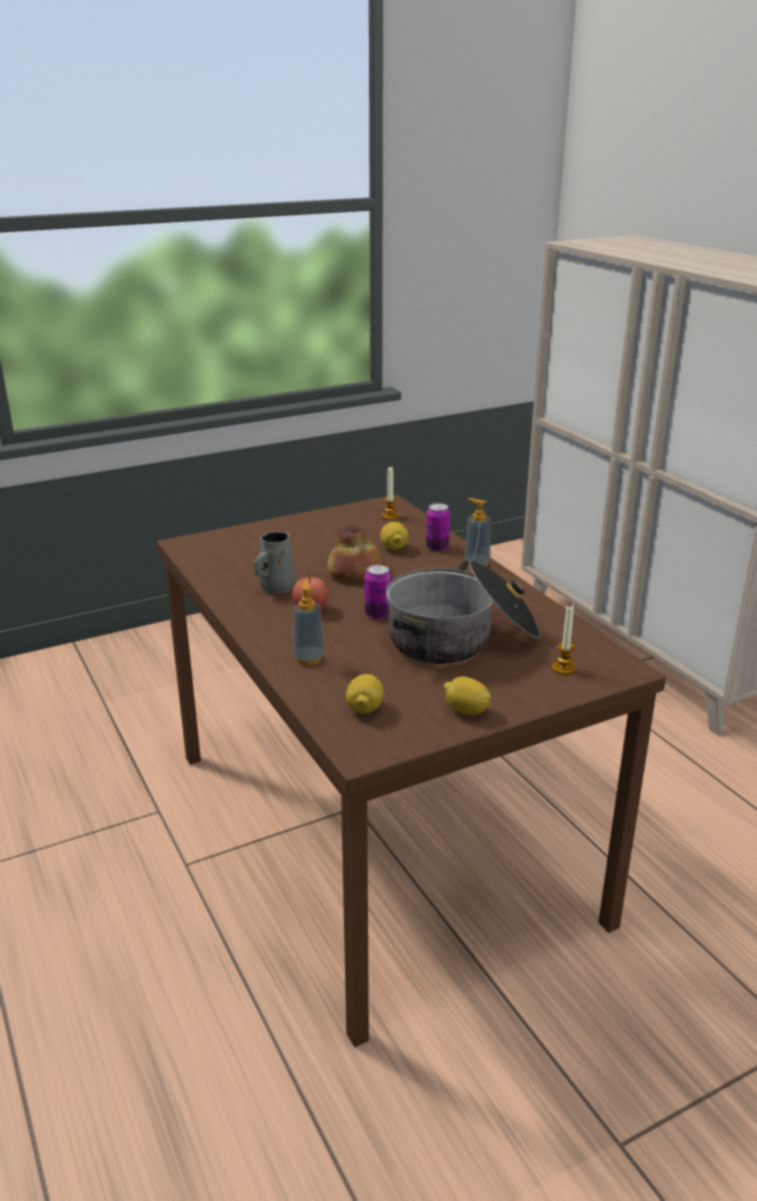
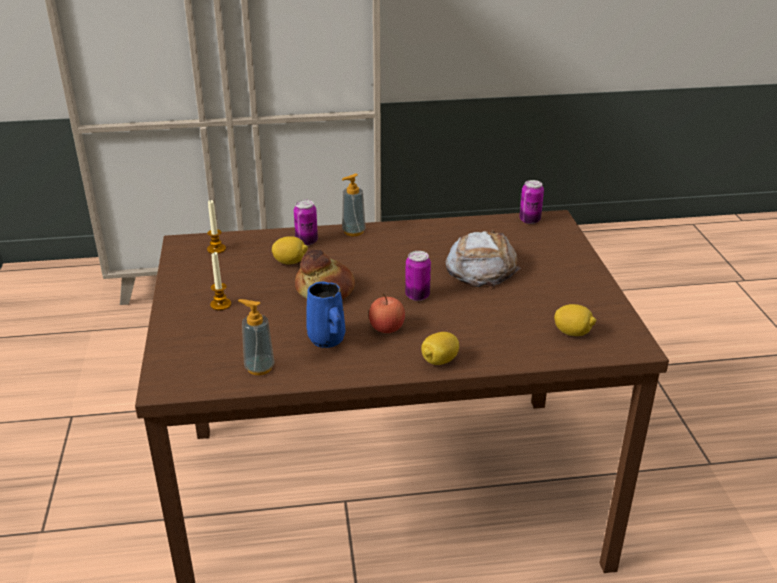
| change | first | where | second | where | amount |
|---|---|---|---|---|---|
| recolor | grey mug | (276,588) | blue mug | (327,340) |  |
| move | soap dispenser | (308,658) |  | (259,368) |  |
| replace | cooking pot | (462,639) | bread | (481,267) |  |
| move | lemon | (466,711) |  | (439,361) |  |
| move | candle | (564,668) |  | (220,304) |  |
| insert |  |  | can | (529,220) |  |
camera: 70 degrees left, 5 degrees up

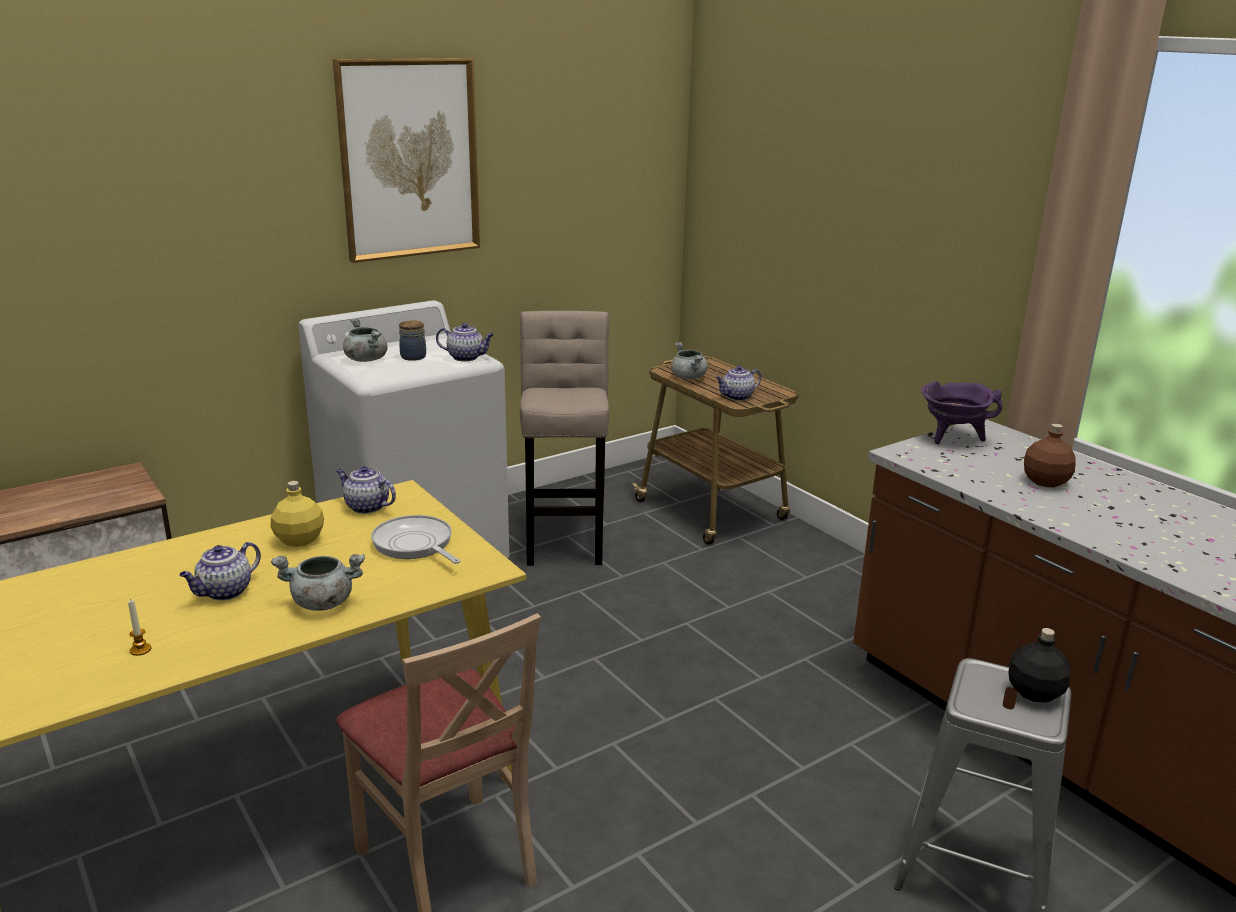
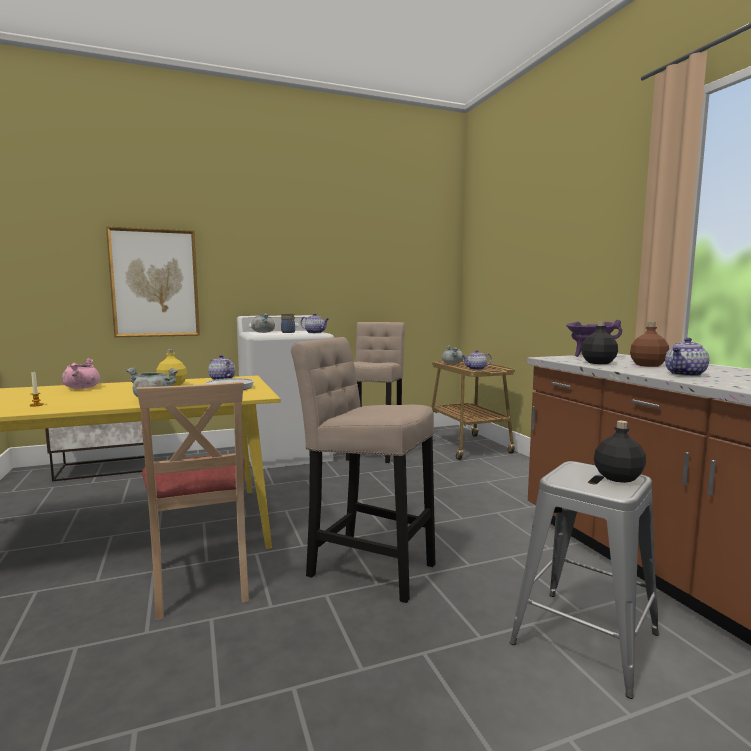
| change | first | where | second | where | amount |
|---|---|---|---|---|---|
| move | teapot | (224,592) |  | (685,374) |  |
| move | picture | (409,159) |  | (155,283) |  |
| insert |  |  | pink cooking pot | (82,388) |  |
| insert |  |  | beige stool | (366,567) |  |
| insert |  |  | black bottle | (598,363) |  |
camera: 15 degrees right, 15 degrees down

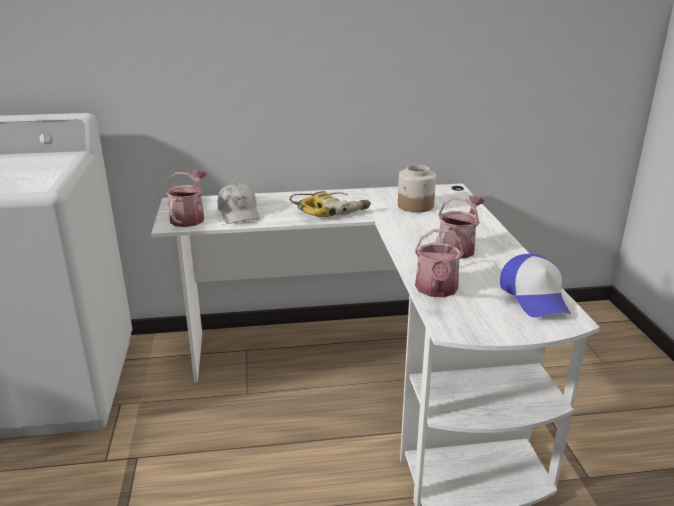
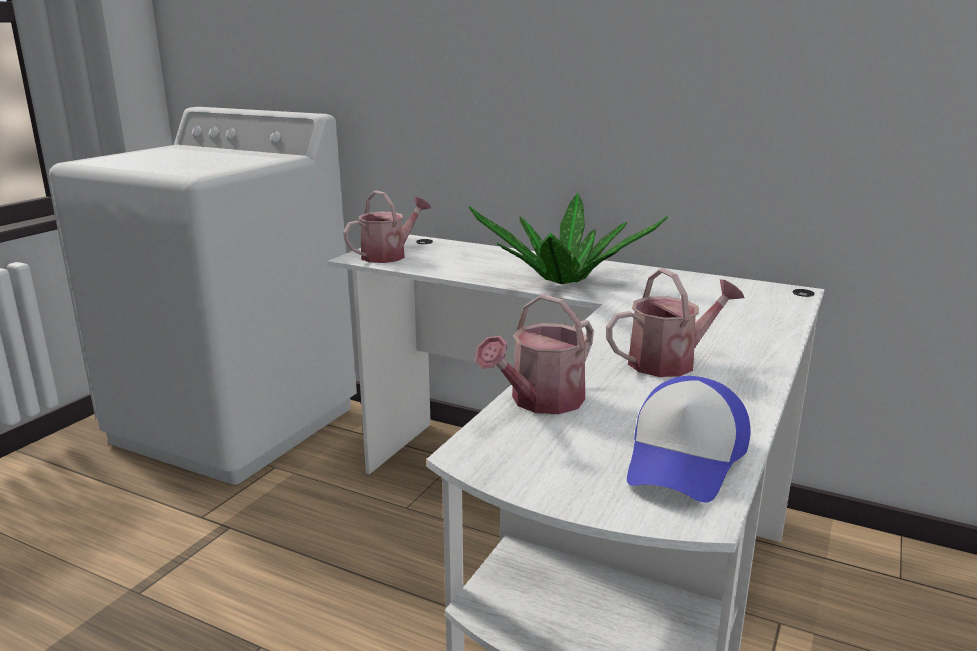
| change | first | where | second | where | amount |
|---|---|---|---|---|---|
| delete | white cap | (239,213) |  |  |  |
| replace | power drill | (330,210) | potted plant | (563,280) |  |
| delete | jar | (415,206) |  |  |  |
camera: 35 degrees right, 5 degrees down

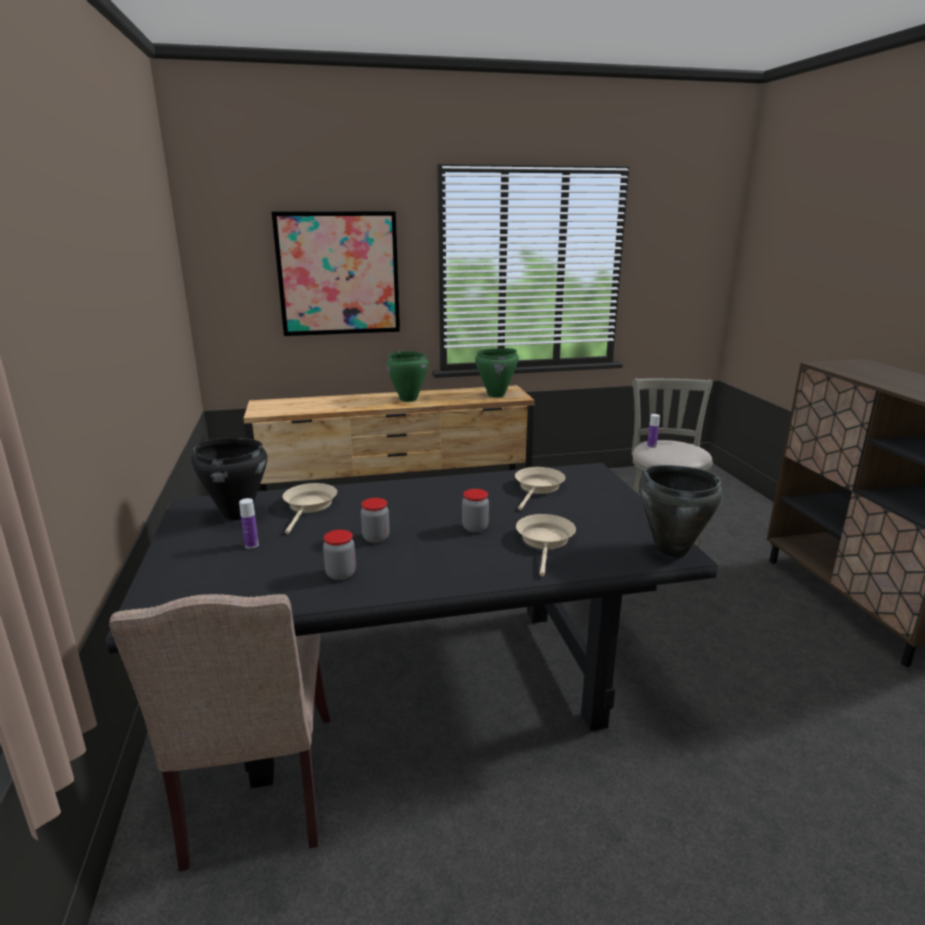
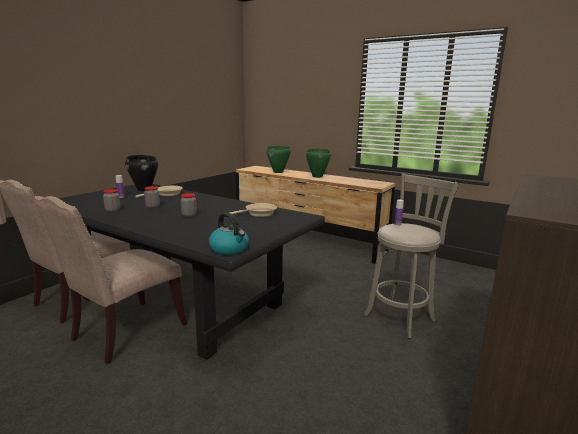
| change | first | where | second | where | amount |
|---|---|---|---|---|---|
| delete | picture | (338,274) |  |  |  |
| move | green cooking pot | (496,395) |  | (278,172) |  |
| delete | beige frying pan | (545,541) |  |  |  |
| replace | black cooking pot | (671,550) | kettle | (229,249) |  |
| insert |  |  | beige chair | (124,333) |  |
camera: 45 degrees right, 5 degrees down

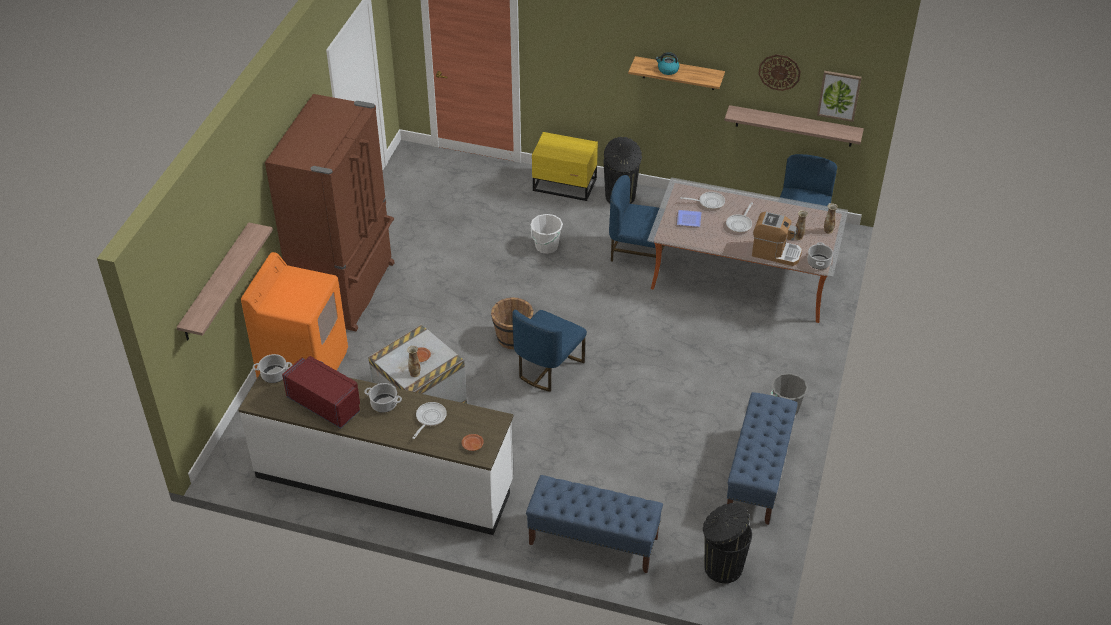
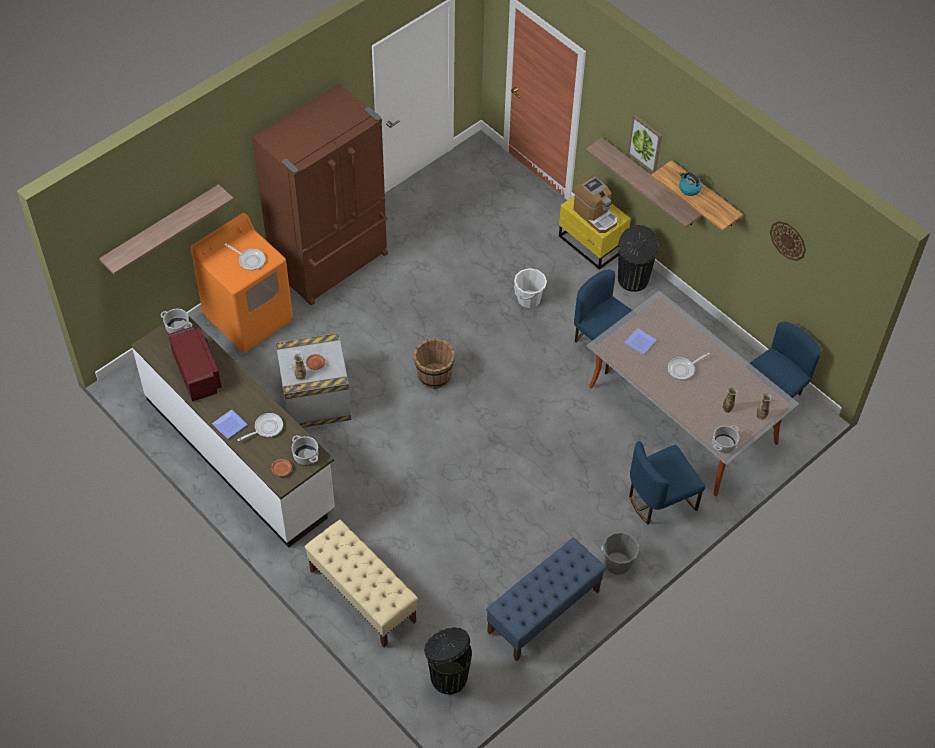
| change | first | where | second | where | amount |
|---|---|---|---|---|---|
| move | cooking pot | (384,404) |  | (306,456) |  |
| move | blue chair | (548,368) |  | (660,500) |  |
| recolor | blue bench | (593,541) | beige bench | (362,596) |  |
| move | frying pan | (709,202) |  | (250,260) |  |
| move | shelf | (794,126) |  | (649,183) |  |
| move | coffee machine | (775,253) |  | (595,215) |  |
| move | picture | (839,95) |  | (645,143) |  |
| insert |  |  | plate | (231,425) |  |
camera: 30 degrees right, 10 degrees up

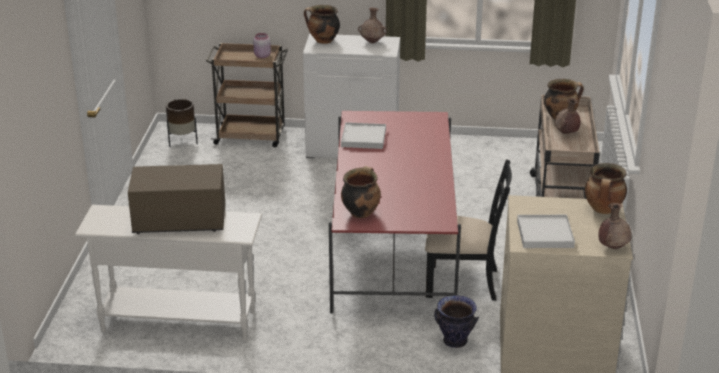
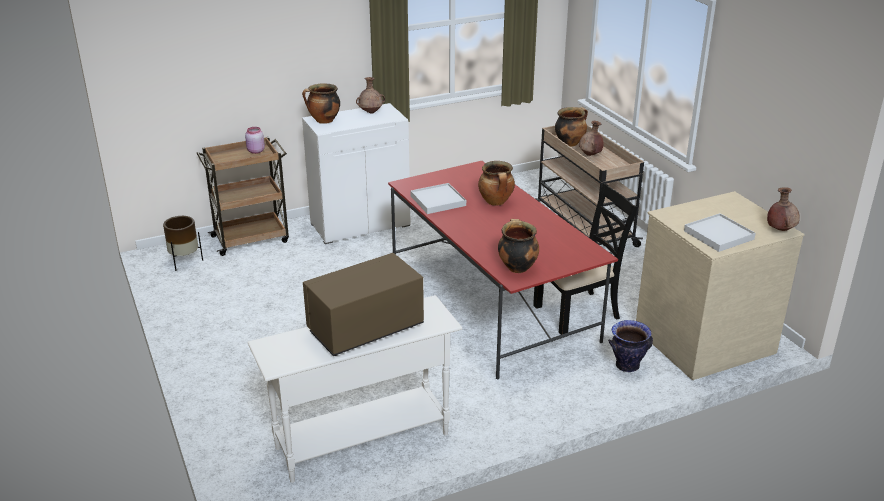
| change | first | where | second | where | amount |
|---|---|---|---|---|---|
| move | cooking pot | (603,210) |  | (496,202) |  |
camera: 30 degrees left, 0 degrees up

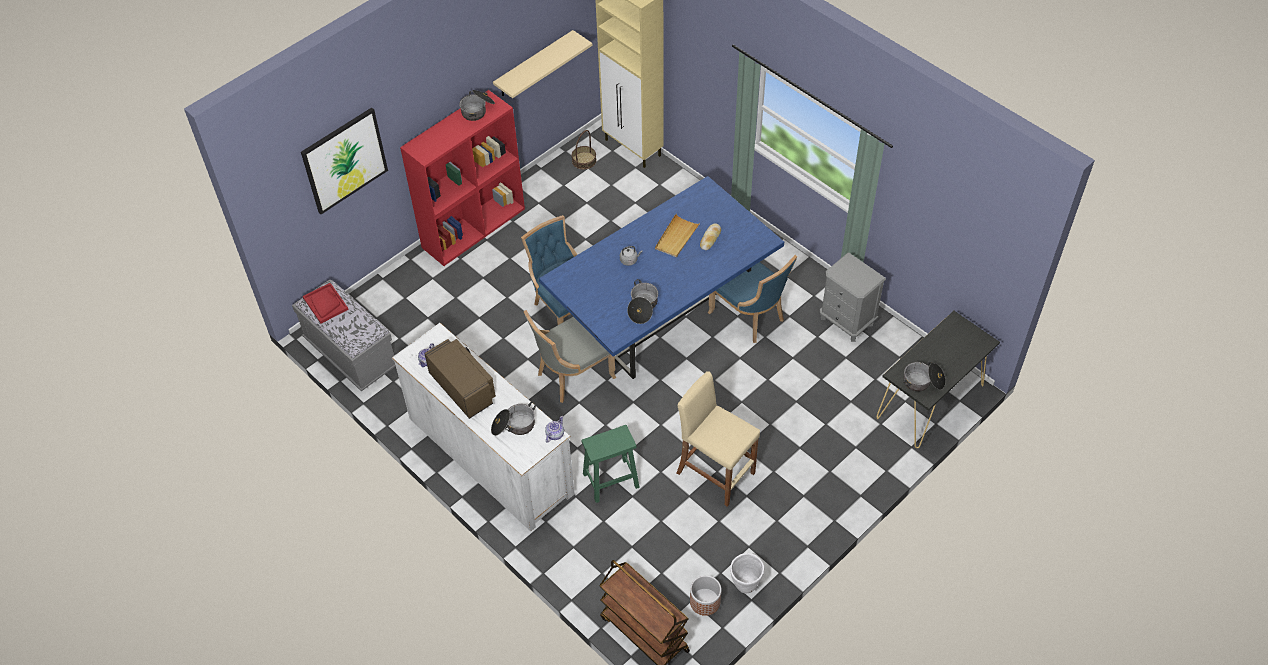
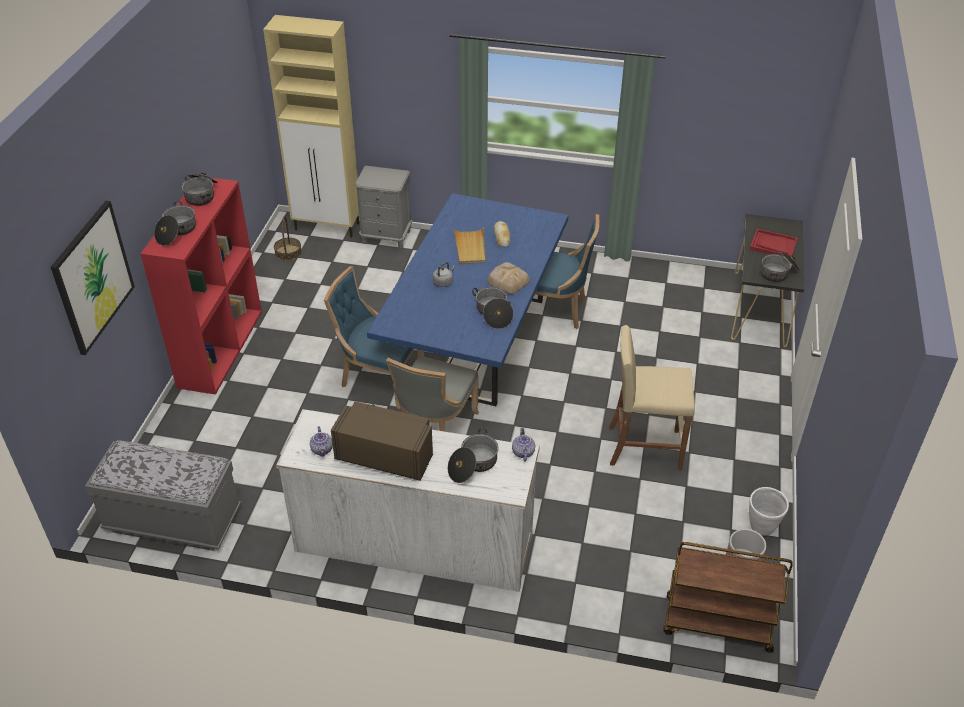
| change | first | where | second | where | amount |
|---|---|---|---|---|---|
| move | red tray | (325,304) |  | (773,245) |  |
| delete | beige shelf | (534,64) |  |  |  |
| delete | green stool | (612,480) |  |  |  |
| move | grey nightstand | (847,321) |  | (386,237) |  |
| insert |  |  | cooking pot | (176,232) |  |
| insert |  |  | bread | (508,280) |  |
camera: 35 degrees left, 10 degrees down

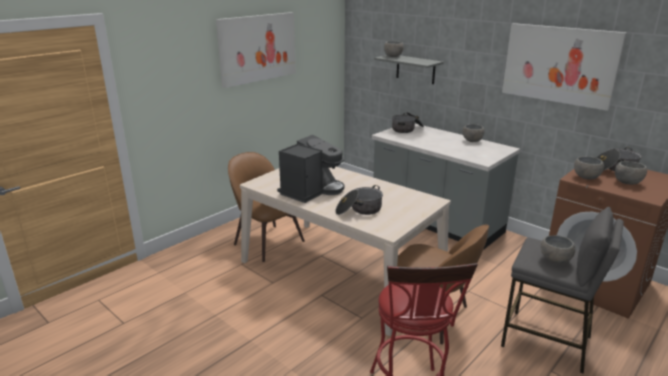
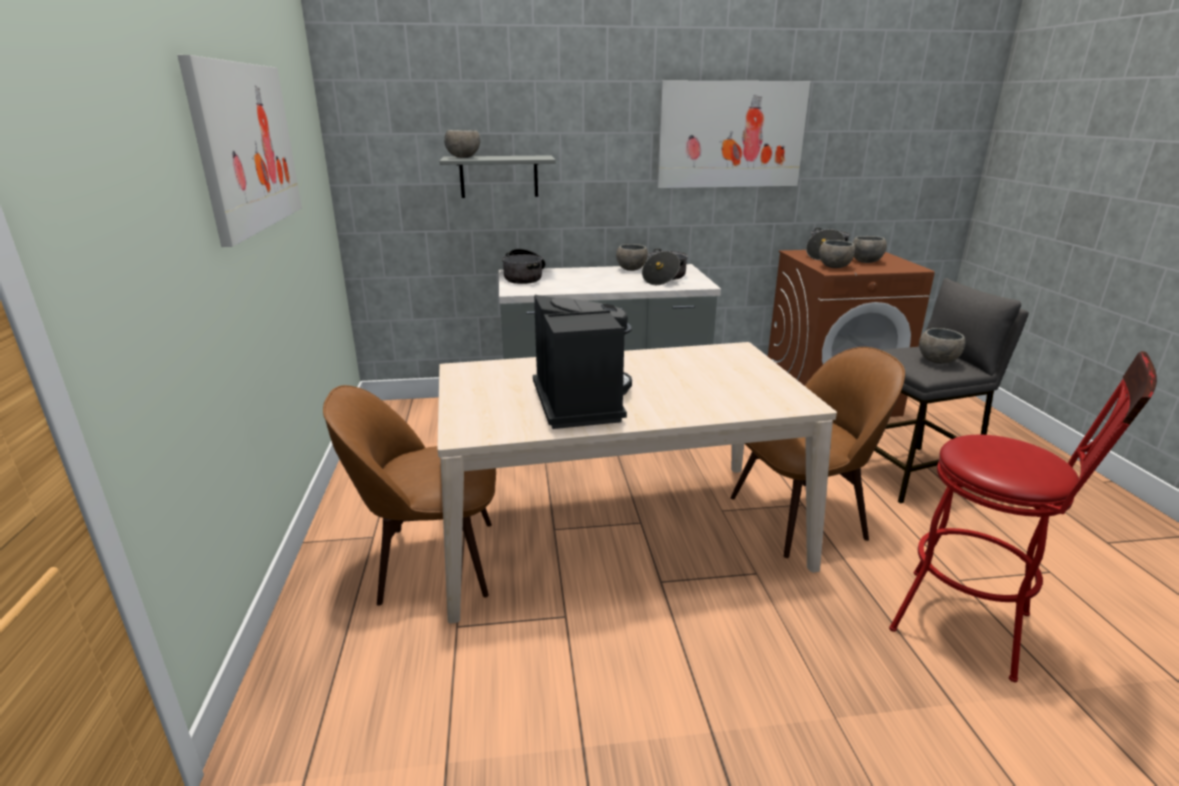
| change | first | where | second | where | amount |
|---|---|---|---|---|---|
| move | cooking pot | (359,210) |  | (664,278) |  |
camera: 50 degrees left, 0 degrees up

